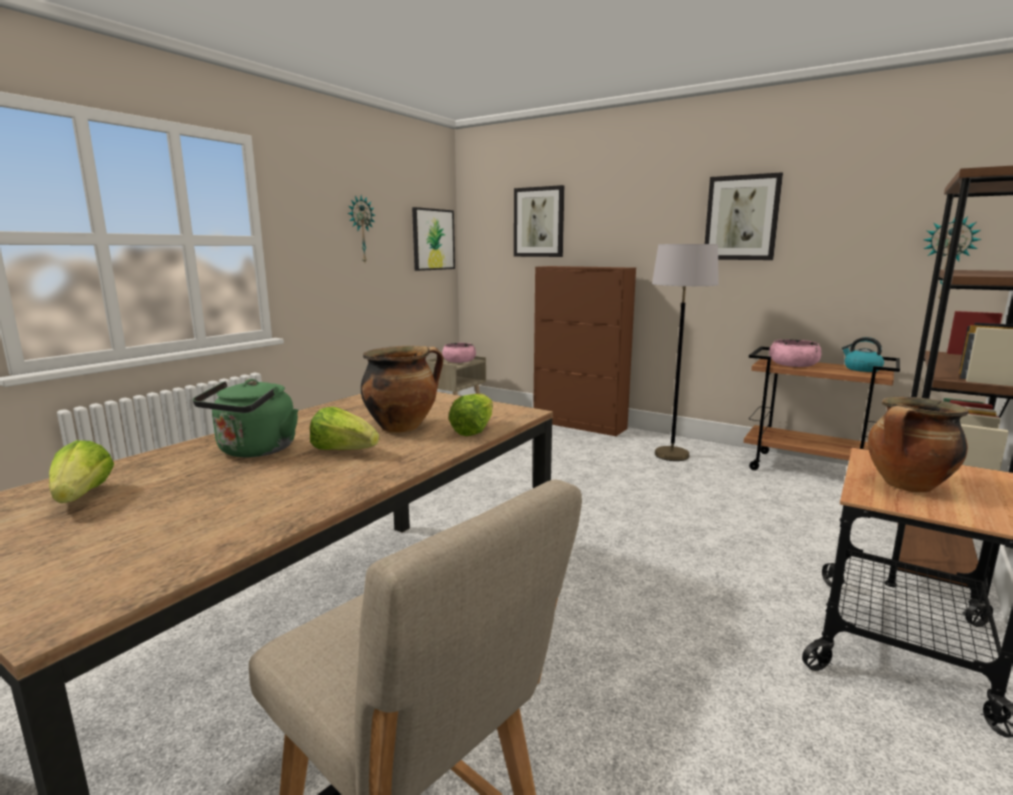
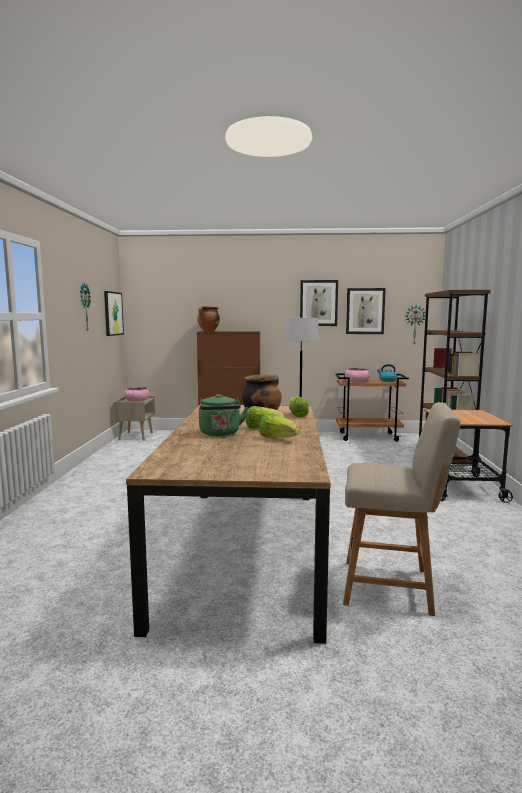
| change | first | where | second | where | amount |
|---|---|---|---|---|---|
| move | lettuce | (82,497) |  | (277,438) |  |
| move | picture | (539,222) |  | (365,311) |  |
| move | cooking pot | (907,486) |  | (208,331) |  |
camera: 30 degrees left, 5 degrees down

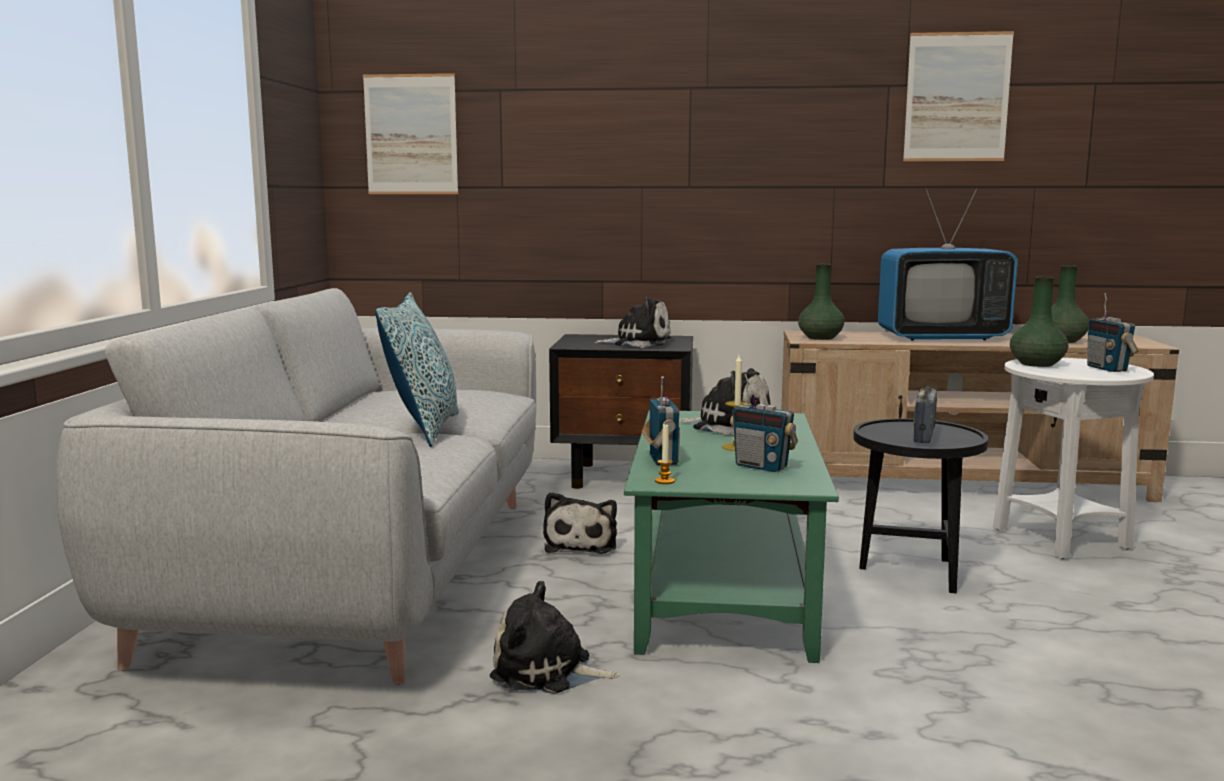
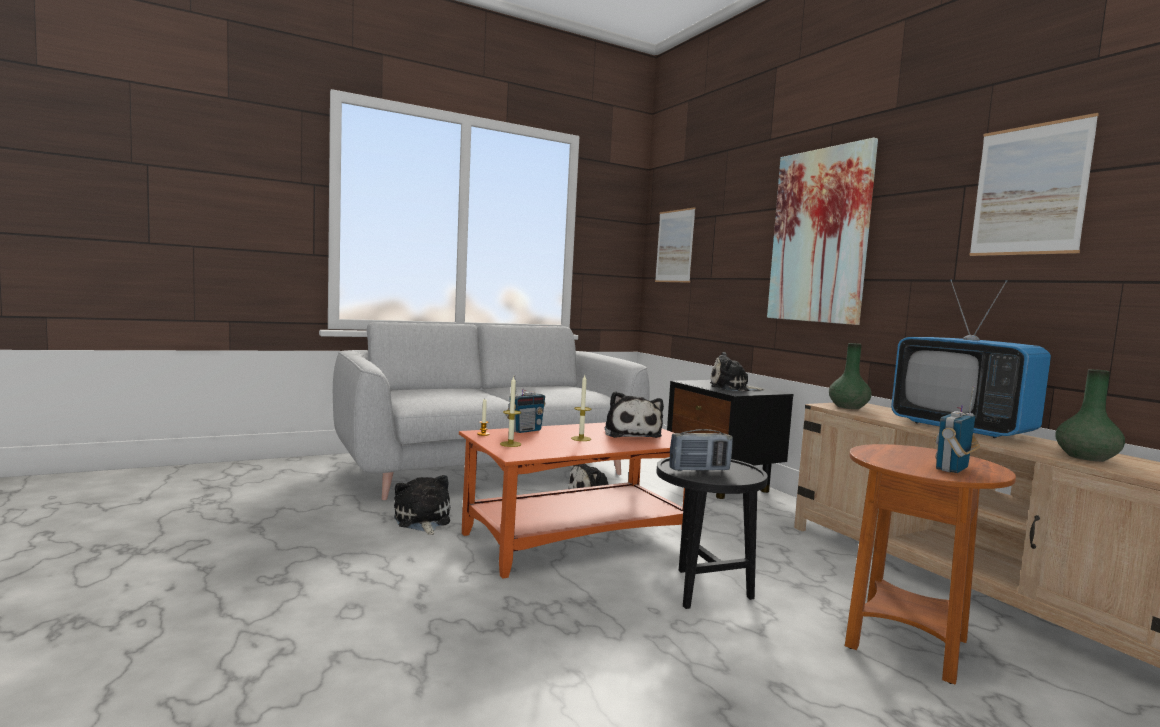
| change | first | where | second | where | amount |
|---|---|---|---|---|---|
| delete | pillow | (424,429) |  |  |  |
| rotate | plush toy | (638,343) |  | (732,388) | 120 degrees clockwise |
| recolor | green coffee table | (723,589) | orange coffee table | (579,538) |  |
| delete | radio | (761,467) |  |  |  |
| recolor | white side table | (1061,539) | brown side table | (907,645) |  |
| delete | green vase | (1037,364) |  |  |  |
| insert |  |  | candle | (510,444) |  |
| insert |  |  | picture | (819,236) |  |
camera: 55 degrees right, 5 degrees down

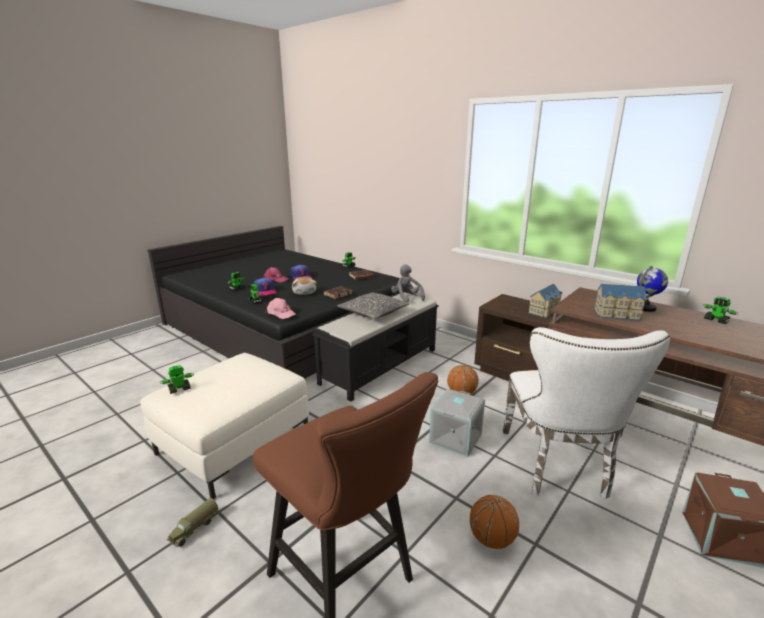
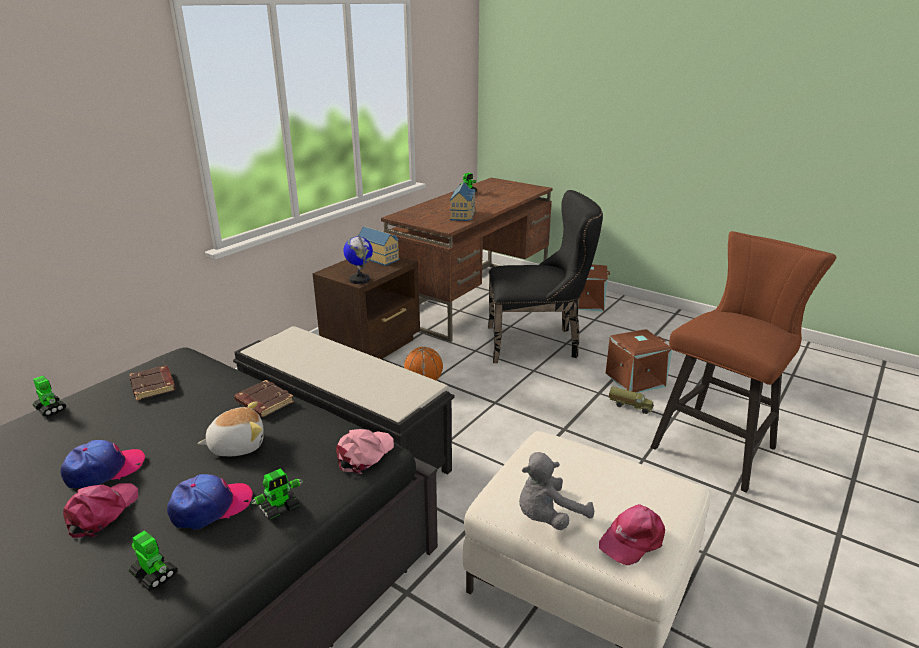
| change | first | where | second | where | amount |
|---|---|---|---|---|---|
| replace | toy robot | (179,389) | pink cap | (632,539) |  |
| move | toy truck | (195,529) |  | (630,406) |  |
| delete | pillow | (373,313) |  |  |  |
| move | grey plush toy | (406,298) |  | (548,517) |  |
| delete | grey storage box | (456,438) |  |  |  |
| replace | basketball | (491,539) | brown storage box | (634,379) |  |
| recolor | white chair | (558,467) | black chair | (538,343) |  |
| move | globe | (645,308) |  | (359,280) |  |
camera: 95 degrees left, 5 degrees up

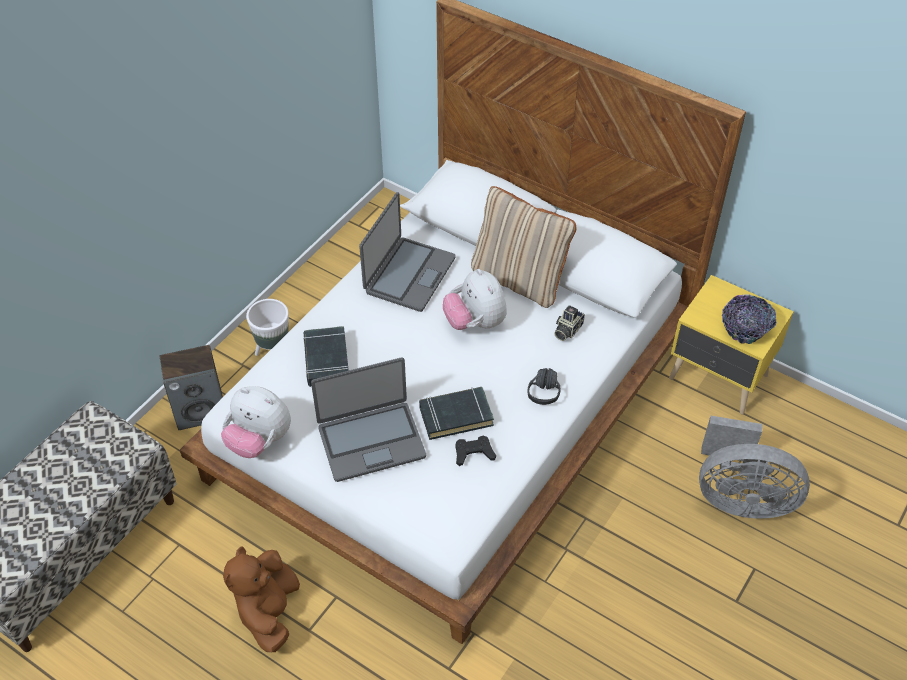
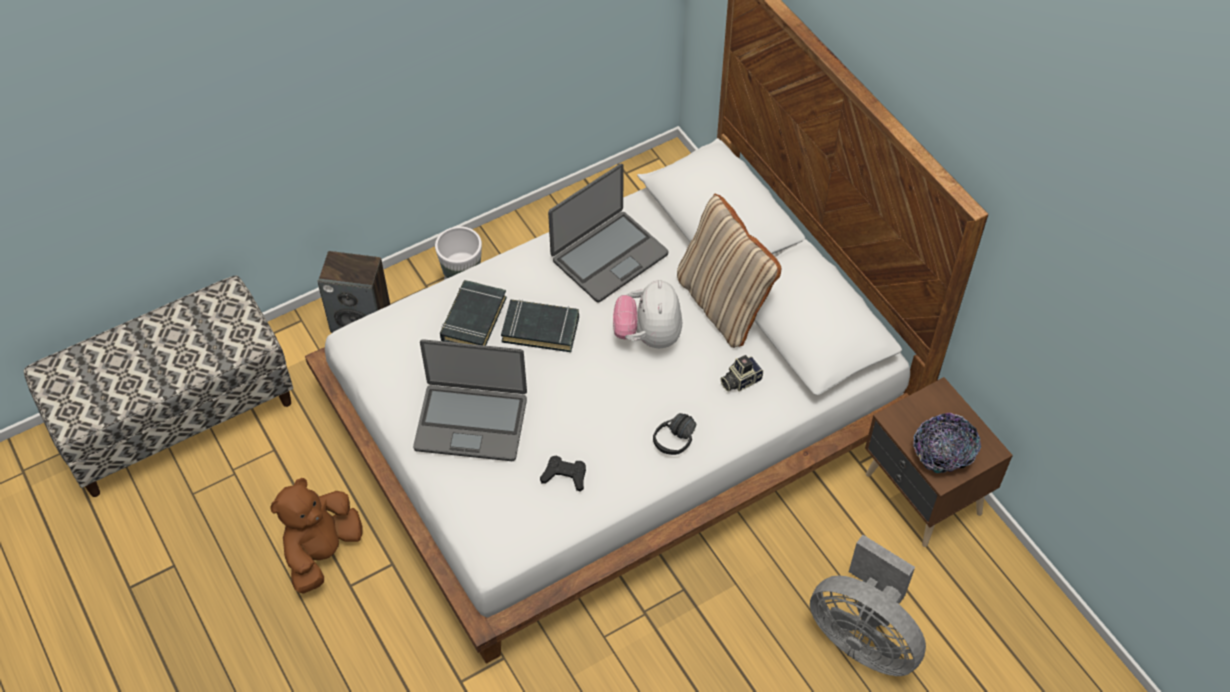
| change | first | where | second | where | amount |
|---|---|---|---|---|---|
| delete | plush toy | (259,441) |  |  |  |
| move | black book | (456,416) |  | (541,329) |  |
| recolor | yellow nightstand | (718,379) | brown nightstand | (922,496) |  |
camera: 25 degrees right, 5 degrees up

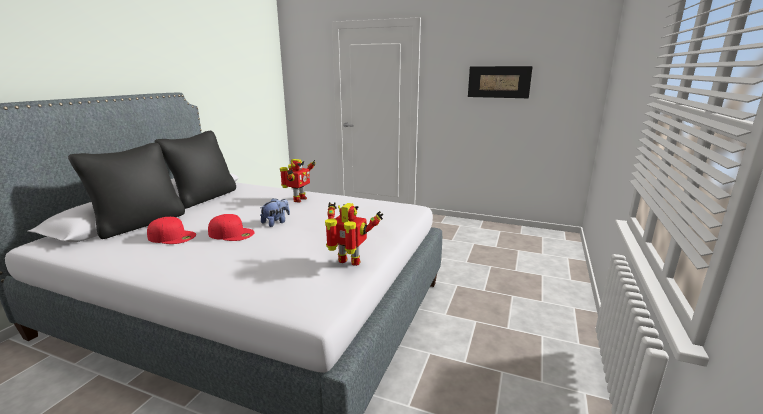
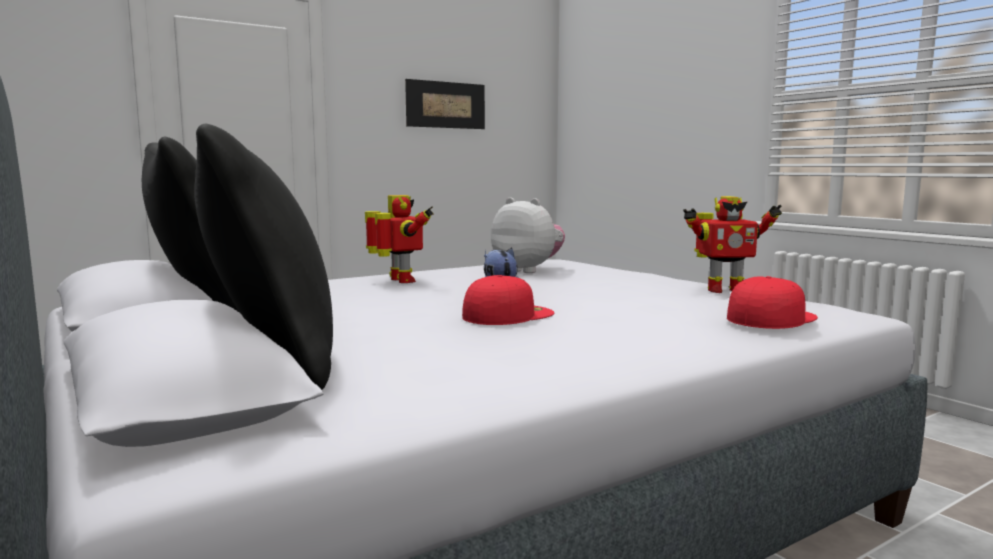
| change | first | where | second | where | amount |
|---|---|---|---|---|---|
| move | red cap | (172,236) |  | (770,317) |  |
| rotate | toy robot | (349,263) |  | (723,290) | 150 degrees counterclockwise |
| insert |  |  | plush toy | (528,270) |  |
camera: 55 degrees left, 10 degrees down

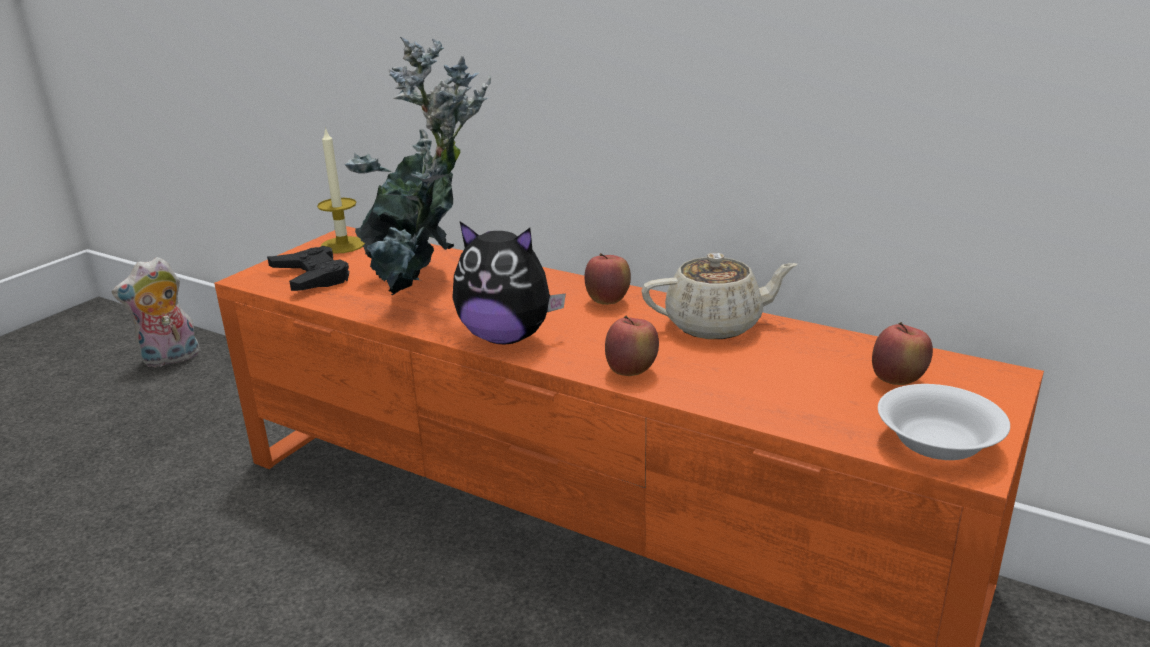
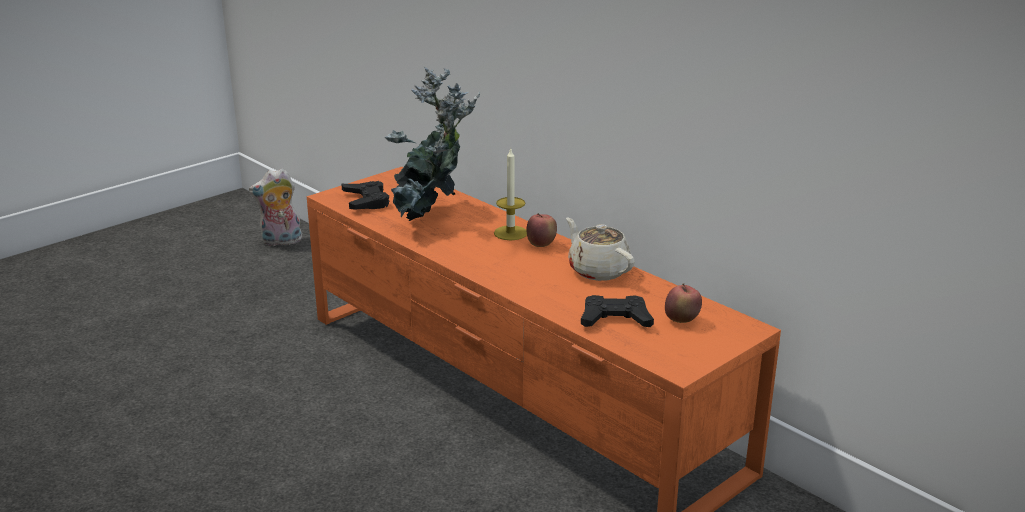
| change | first | where | second | where | amount |
|---|---|---|---|---|---|
| move | candle | (343,245) |  | (510,233) |  |
| delete | plush toy | (507,337) |  |  |  |
| delete | apple | (631,372) |  |  |  |
| rotate | beige teapot | (715,325) |  | (598,270) | 135 degrees counterclockwise |
| delete | white bowl | (937,444) |  |  |  |
| insert |  |  | black game controller | (615,319) |  |
camera: 15 degrees right, 0 degrees up

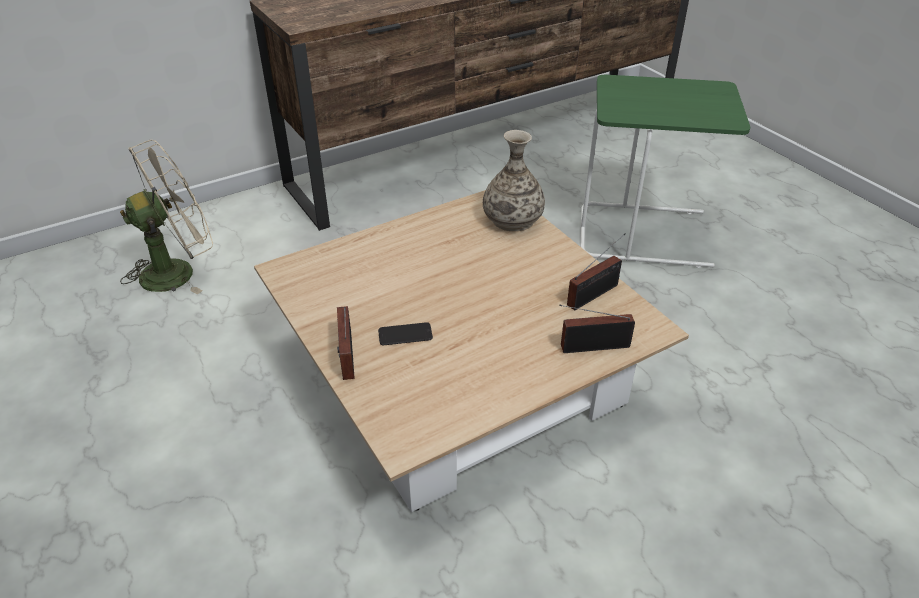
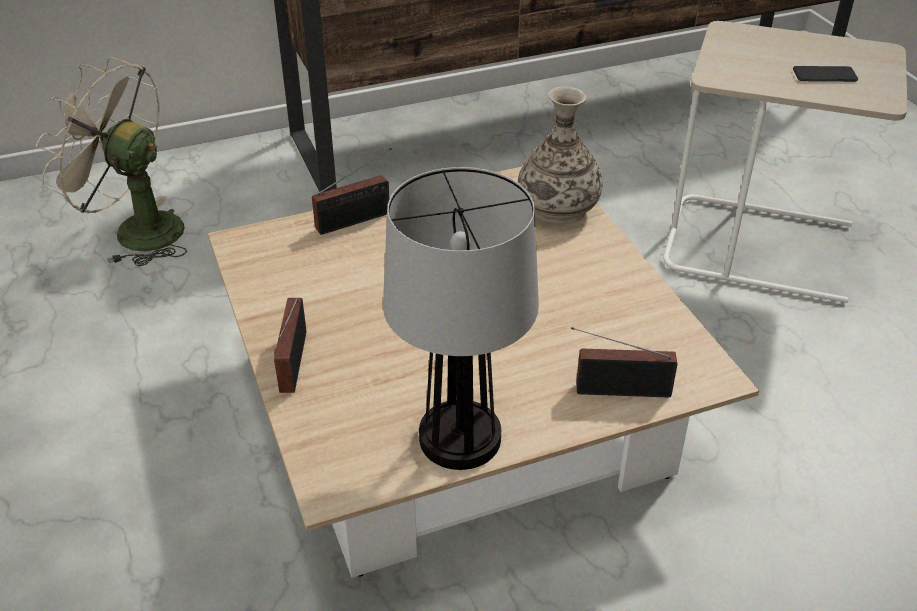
| change | first | where | second | where | amount |
|---|---|---|---|---|---|
| rotate | beige fan | (178,271) |  | (135,231) | 135 degrees counterclockwise |
| move | phone | (405,335) |  | (824,75) |  |
| move | radio | (595,294) |  | (357,220) |  |
| recolor | green side table | (645,234) | beige side table | (760,246) |  |
| insert |  |  | table lamp | (462,438) |  |
camera: 10 degrees right, 0 degrees up

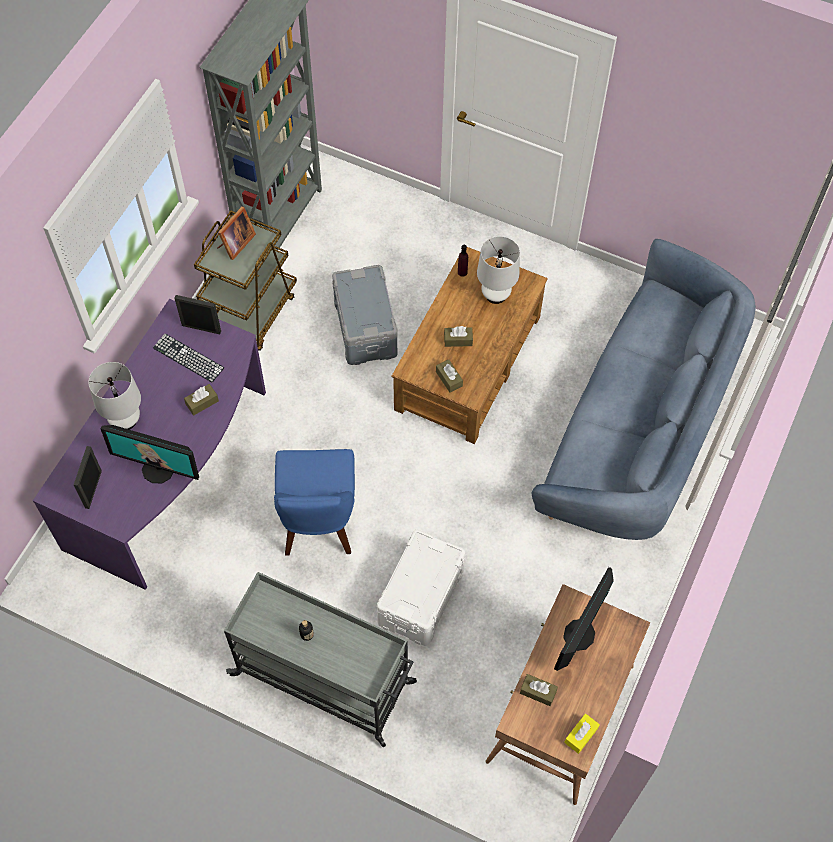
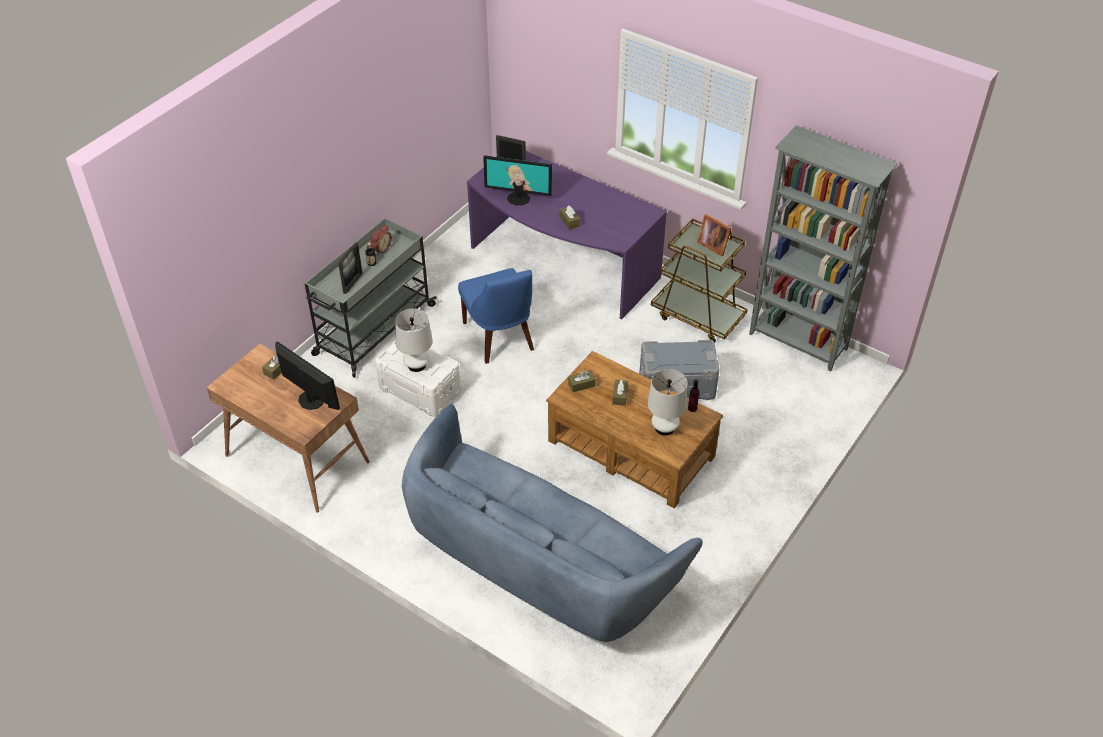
| change | first | where | second | where | amount |
|---|---|---|---|---|---|
| move | white table lamp | (125,420) |  | (416,365) |  |
| rotate | monitor | (158,469) |  | (518,198) | 105 degrees counterclockwise |
| delete | keyboard | (188,358) |  |  |  |
| move | picture frame | (201,328) |  | (353,283) |  |
| rotate | blue chair | (318,522) |  | (500,338) | 120 degrees counterclockwise |
| delete | yellow tissue box | (581,735) |  |  |  |
| insert |  |  | alarm clock | (380,249) |  |
camera: 100 degrees right, 15 degrees down

